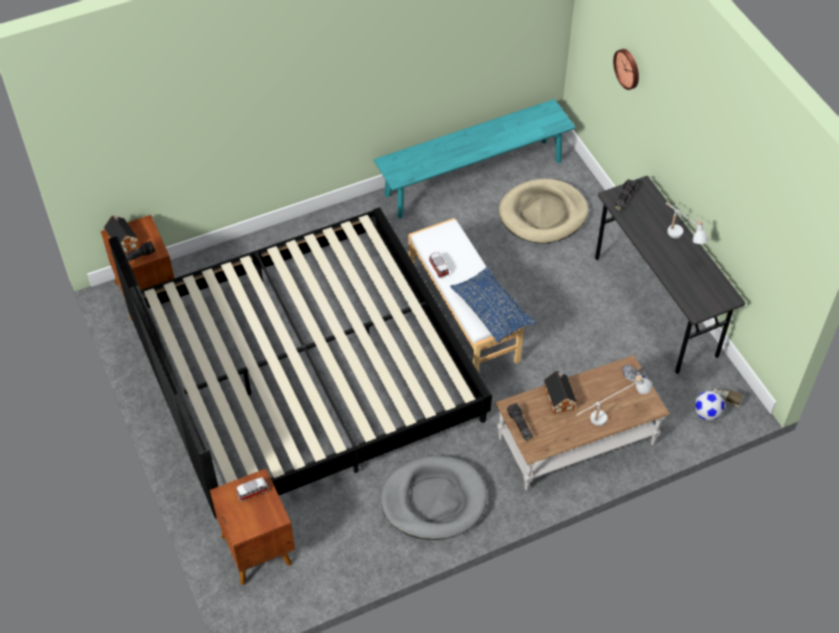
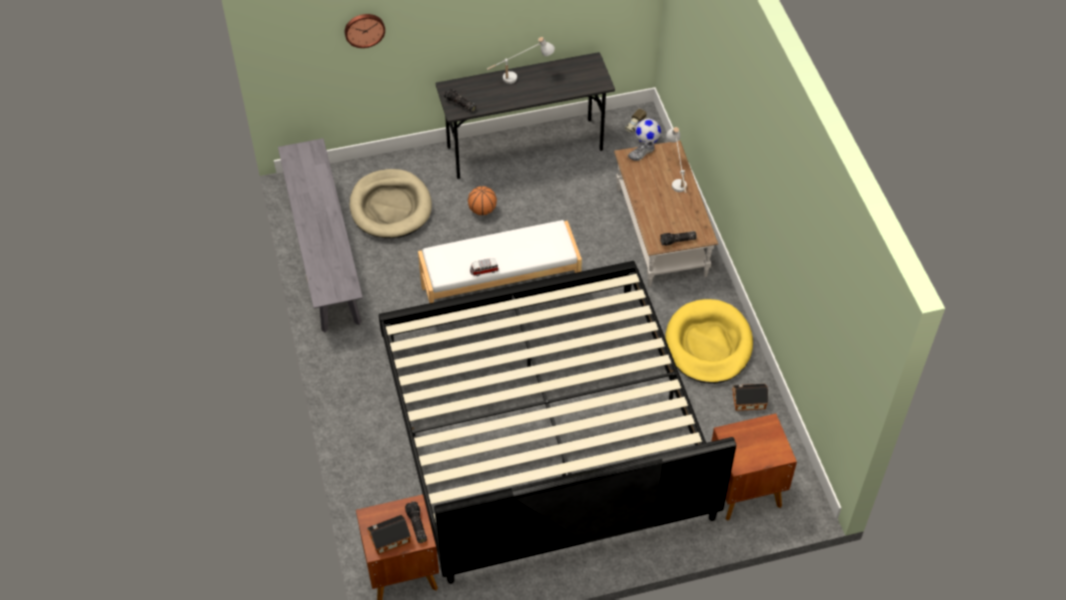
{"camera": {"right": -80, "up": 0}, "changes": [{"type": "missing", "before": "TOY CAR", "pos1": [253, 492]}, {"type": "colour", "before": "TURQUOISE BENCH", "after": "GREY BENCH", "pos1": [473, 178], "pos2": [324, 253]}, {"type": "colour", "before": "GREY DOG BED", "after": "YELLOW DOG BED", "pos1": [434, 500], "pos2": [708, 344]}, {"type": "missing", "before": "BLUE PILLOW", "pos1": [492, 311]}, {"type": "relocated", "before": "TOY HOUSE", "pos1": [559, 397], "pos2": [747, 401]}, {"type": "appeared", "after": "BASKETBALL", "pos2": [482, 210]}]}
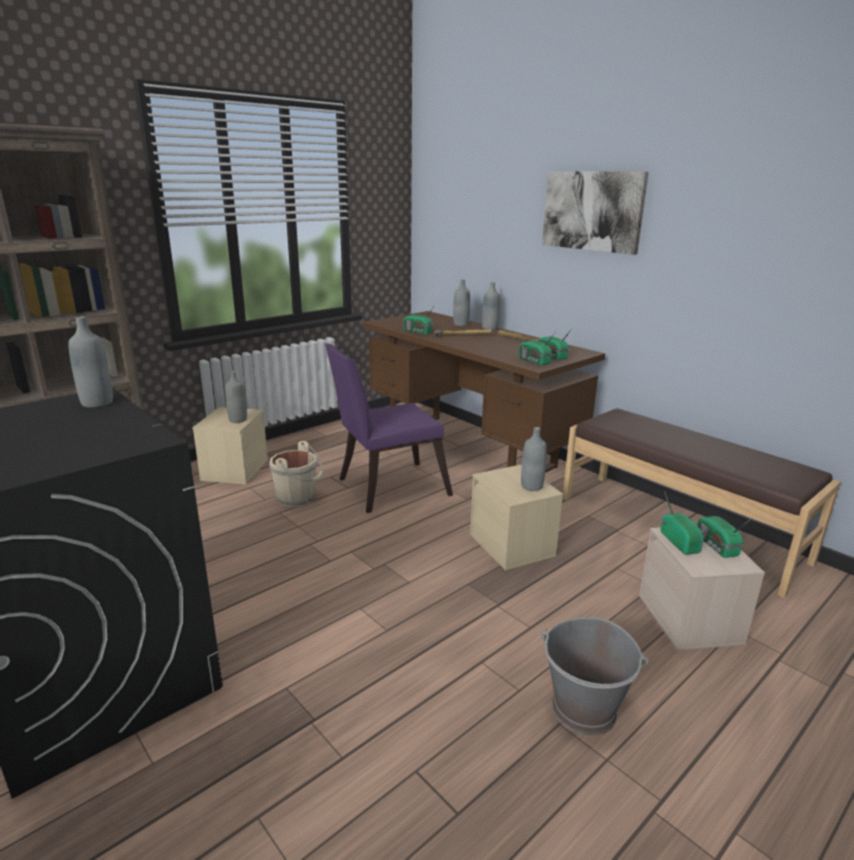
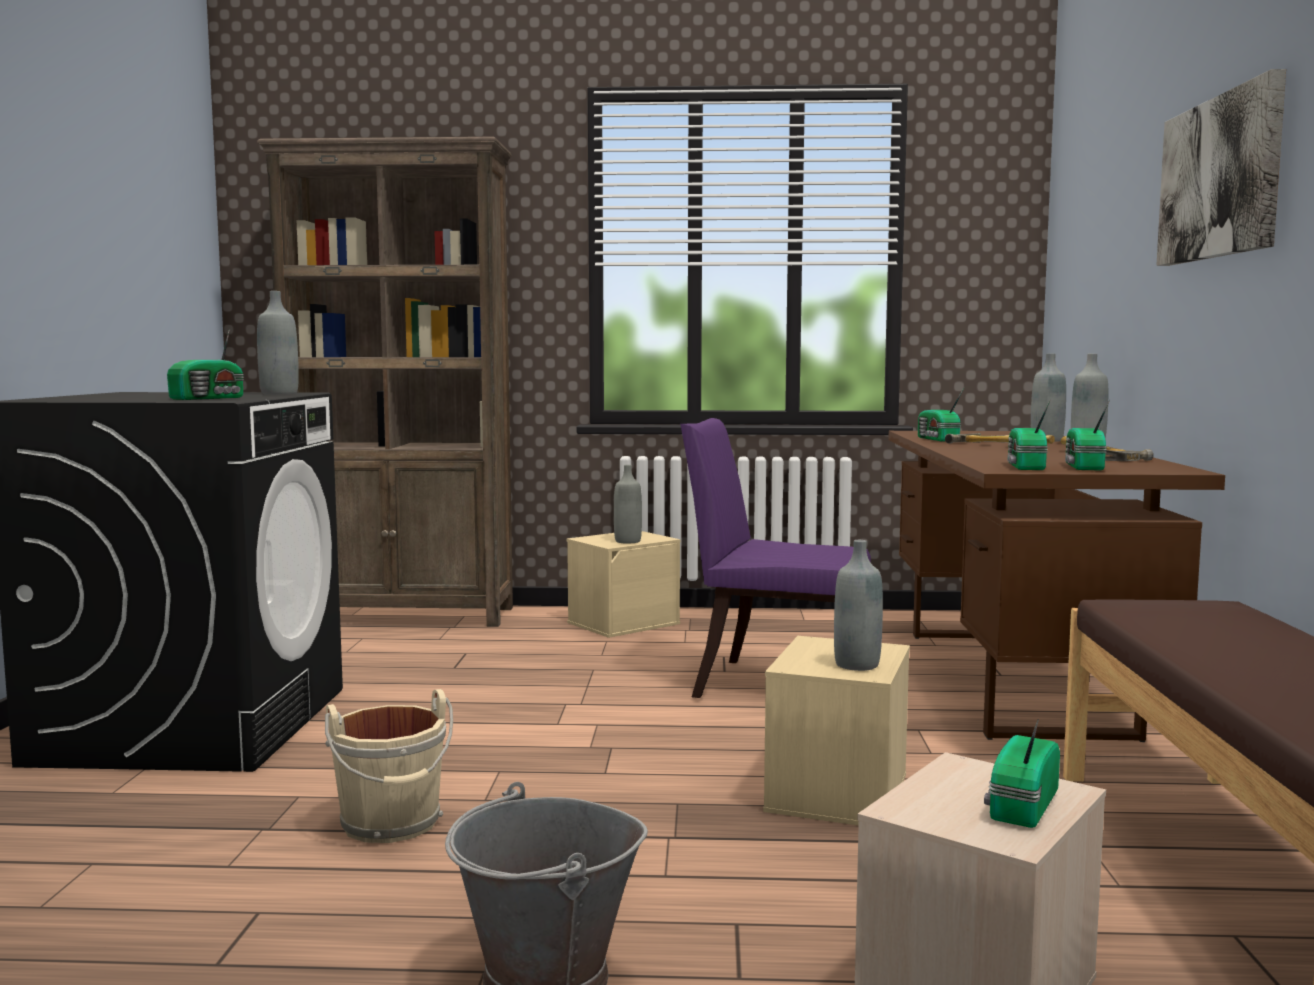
{"camera": {"right": 45, "up": -15}, "changes": [{"type": "relocated", "before": "BEIGE BUCKET", "pos1": [298, 498], "pos2": [392, 825]}, {"type": "relocated", "before": "RADIO", "pos1": [679, 541], "pos2": [210, 398]}]}
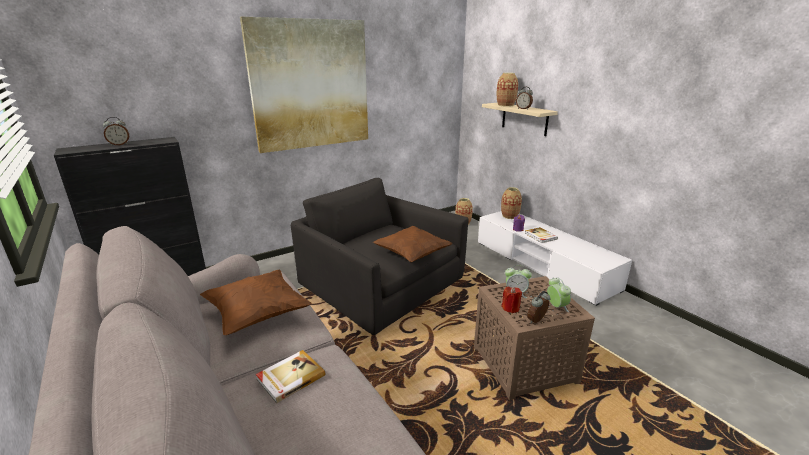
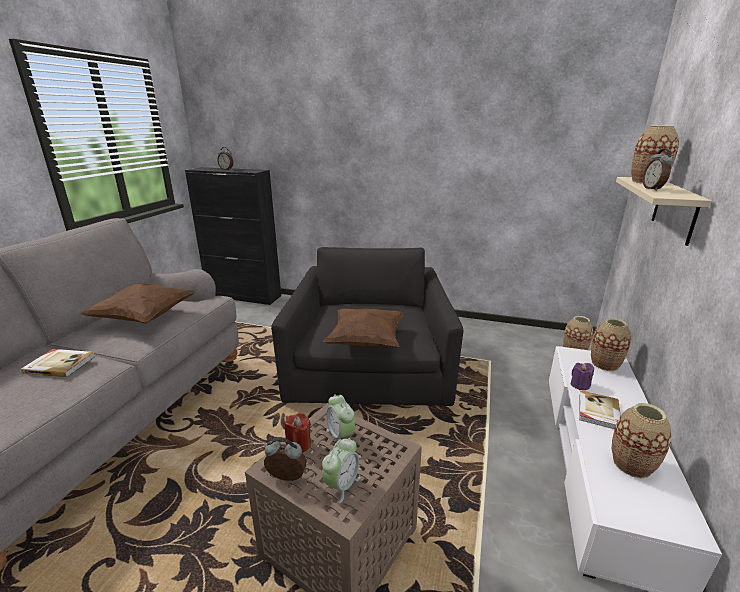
{"camera": {"right": 50, "up": 0}, "changes": [{"type": "missing", "before": "PICTURE", "pos1": [310, 85]}, {"type": "appeared", "after": "VASE", "pos2": [632, 465]}]}
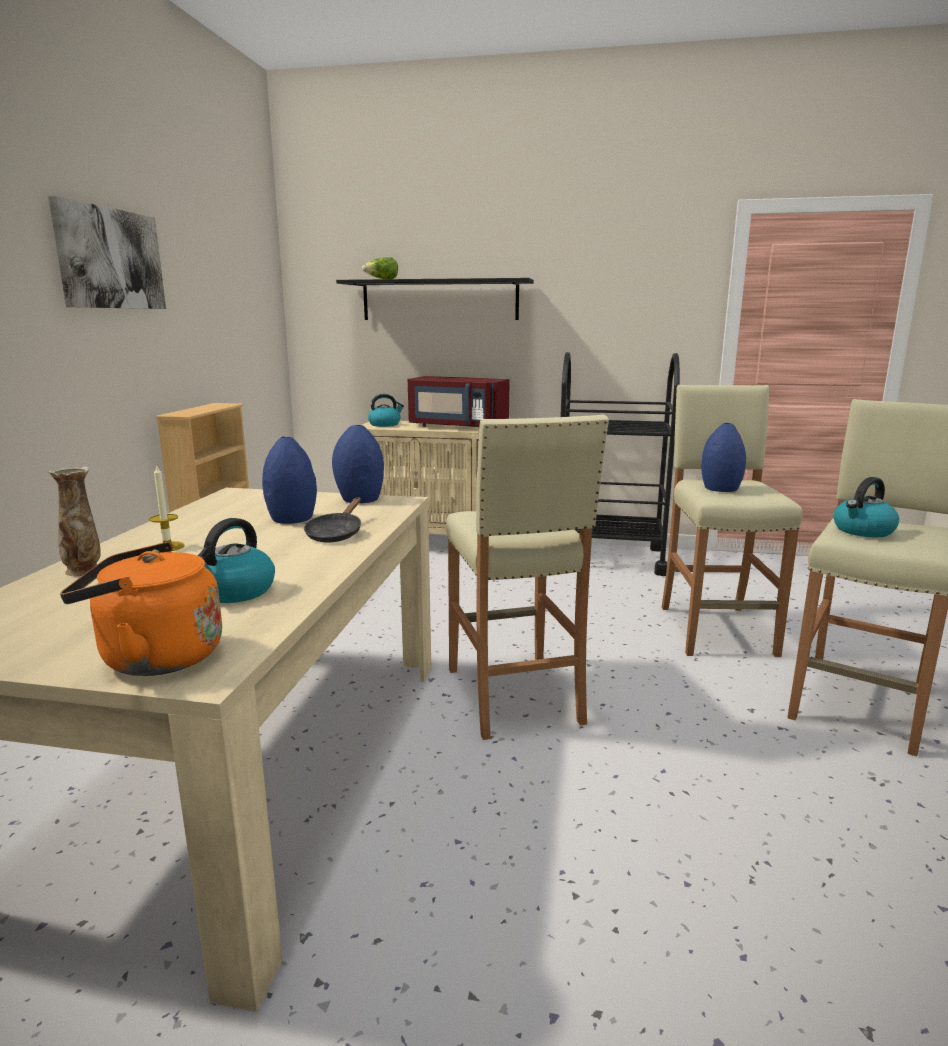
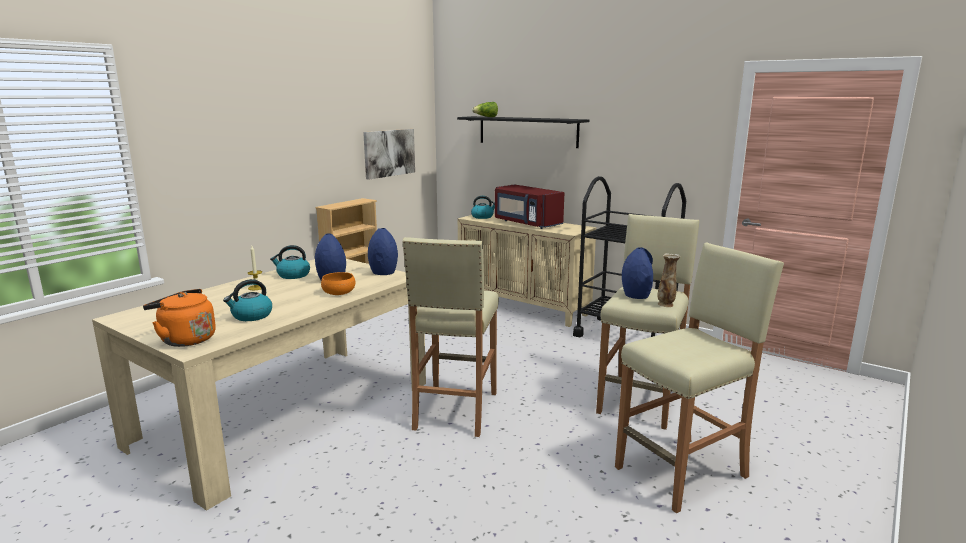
{"camera": {"right": 25, "up": 0}, "changes": [{"type": "relocated", "before": "PICTURE", "pos1": [110, 259], "pos2": [389, 153]}, {"type": "relocated", "before": "VASE", "pos1": [84, 571], "pos2": [666, 304]}, {"type": "exchanged", "before": "BLACK FRYING PAN", "after": "ORANGE BOWL", "pos1": [336, 533], "pos2": [339, 292]}, {"type": "relocated", "before": "KETTLE", "pos1": [863, 531], "pos2": [293, 275]}]}
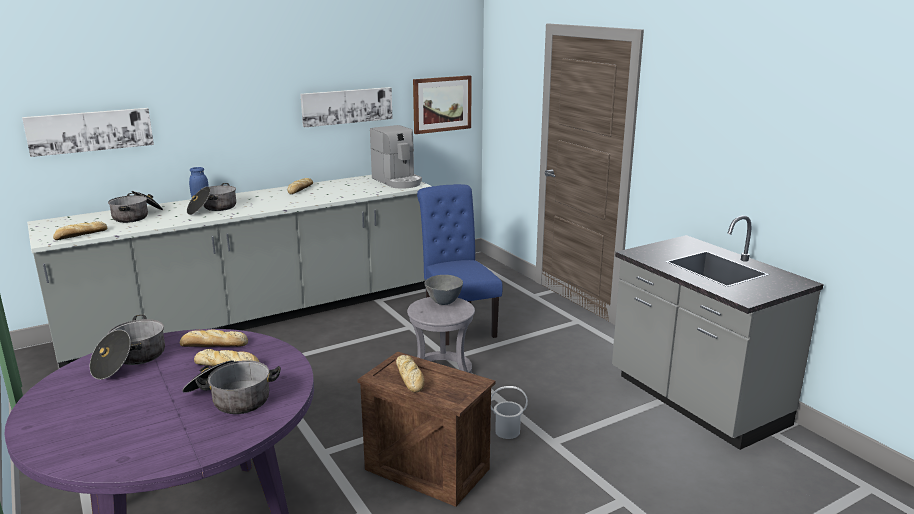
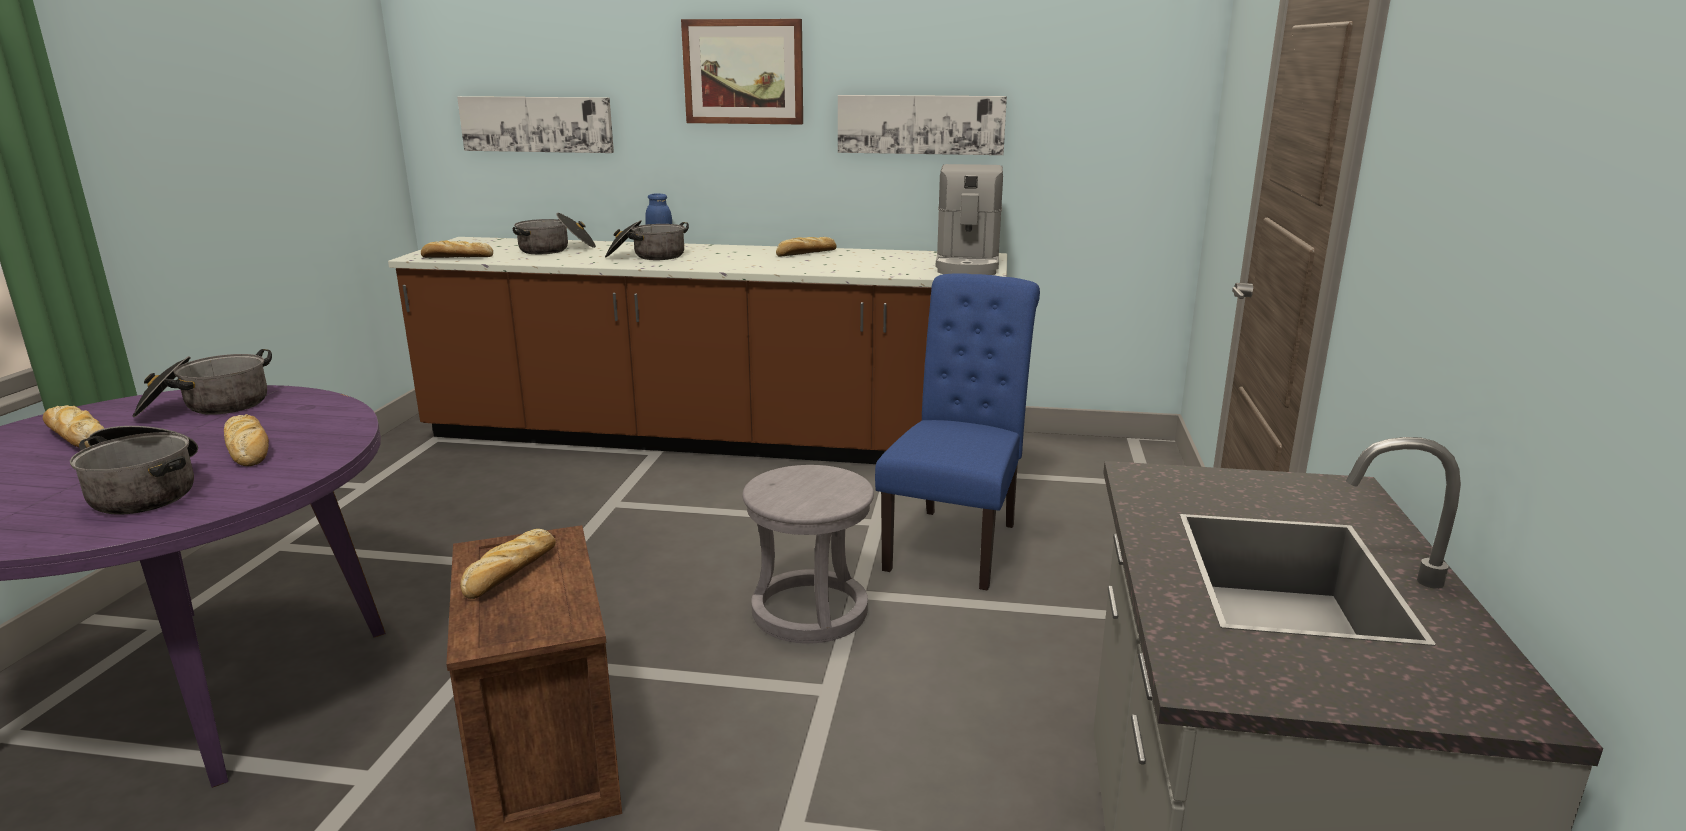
{"camera": {"right": 40, "up": 0}, "changes": [{"type": "colour", "before": "GREY COUNTER", "after": "BROWN COUNTER", "pos1": [258, 316], "pos2": [712, 439]}, {"type": "relocated", "before": "BREAD", "pos1": [213, 345], "pos2": [76, 436]}, {"type": "relocated", "before": "PICTURE", "pos1": [442, 104], "pos2": [743, 72]}, {"type": "missing", "before": "GREY BOWL", "pos1": [444, 302]}, {"type": "missing", "before": "WHITE BUCKET", "pos1": [507, 431]}]}
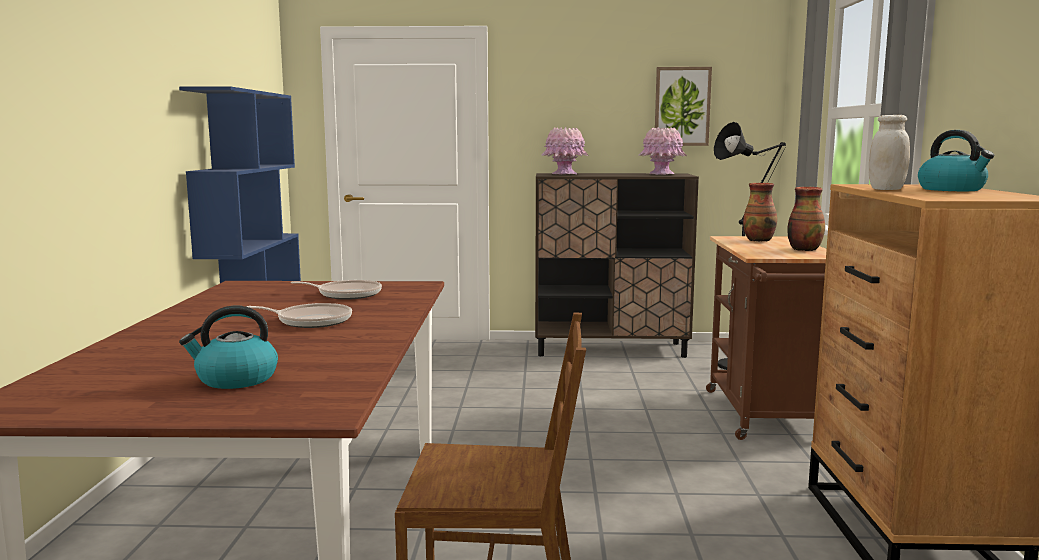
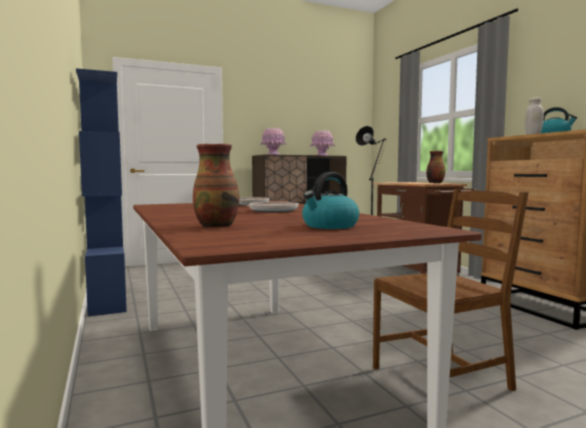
{"camera": {"right": -25, "up": -5}, "changes": [{"type": "missing", "before": "PICTURE", "pos1": [682, 106]}, {"type": "relocated", "before": "VASE", "pos1": [759, 240], "pos2": [217, 226]}]}
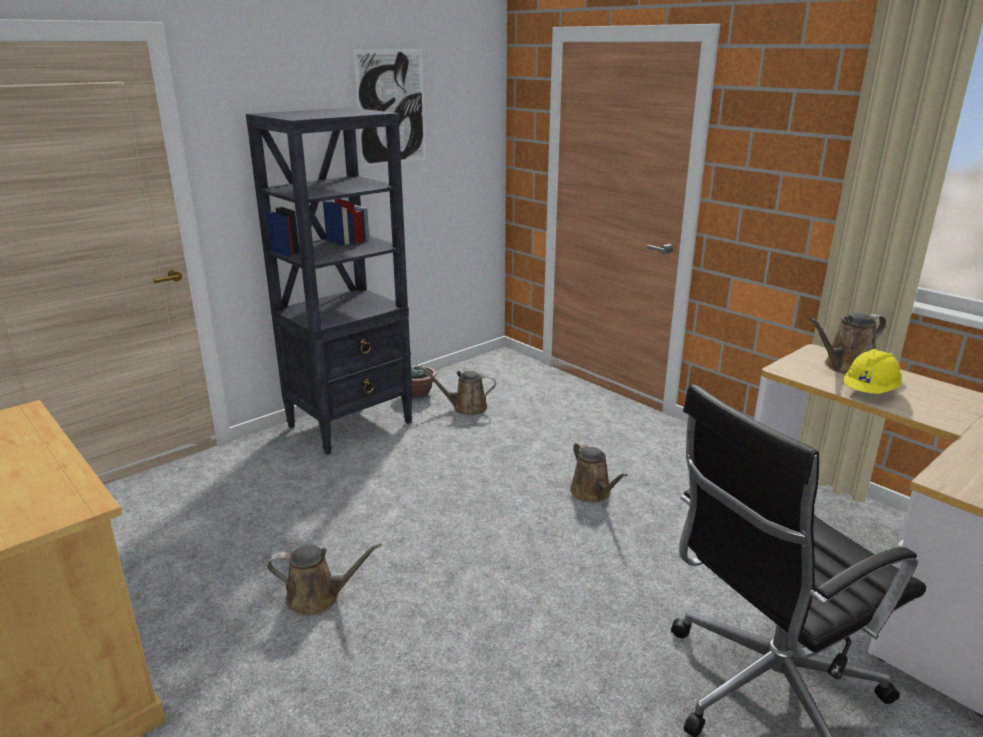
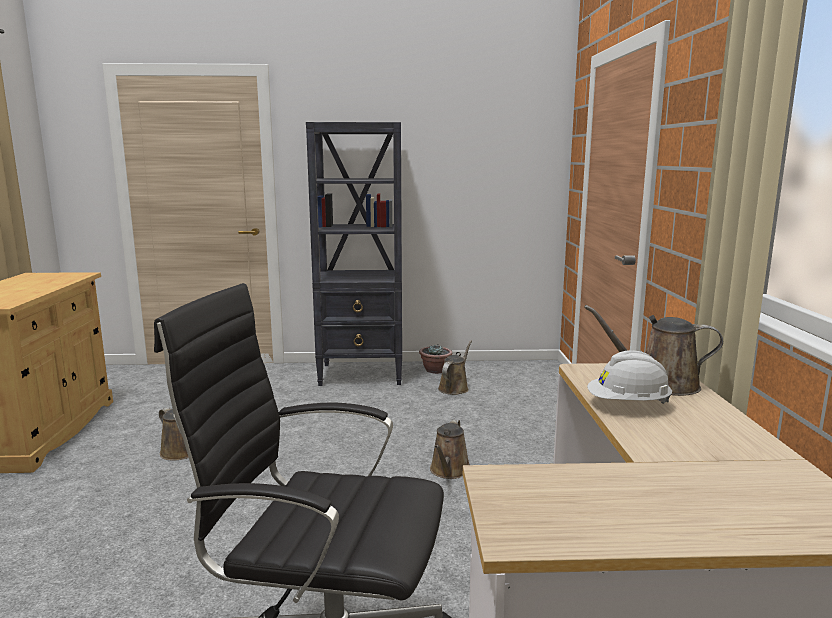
{"camera": {"right": 40, "up": -10}, "changes": [{"type": "missing", "before": "PICTURE", "pos1": [391, 107]}, {"type": "spun", "before": "BROWN WATERING CAN", "pos1": [466, 407], "pos2": [454, 388], "turn": 75}, {"type": "colour", "before": "YELLOW HARD HAT", "after": "WHITE HARD HAT", "pos1": [869, 392], "pos2": [628, 405]}]}
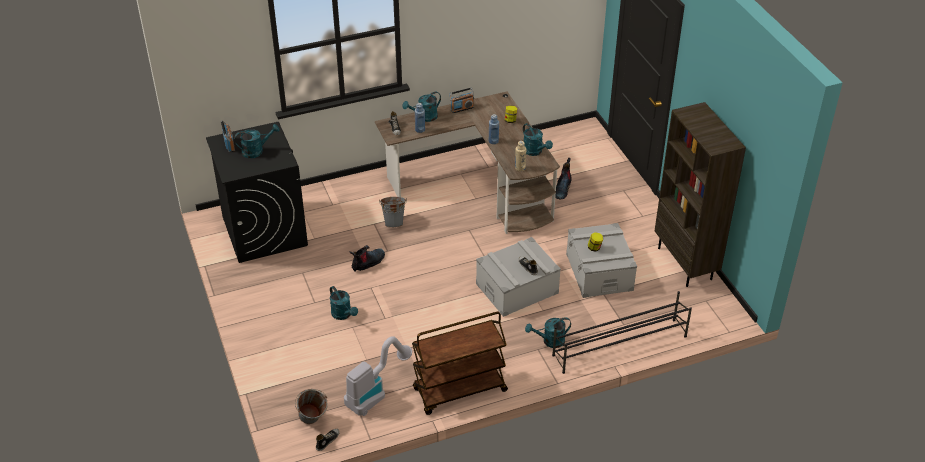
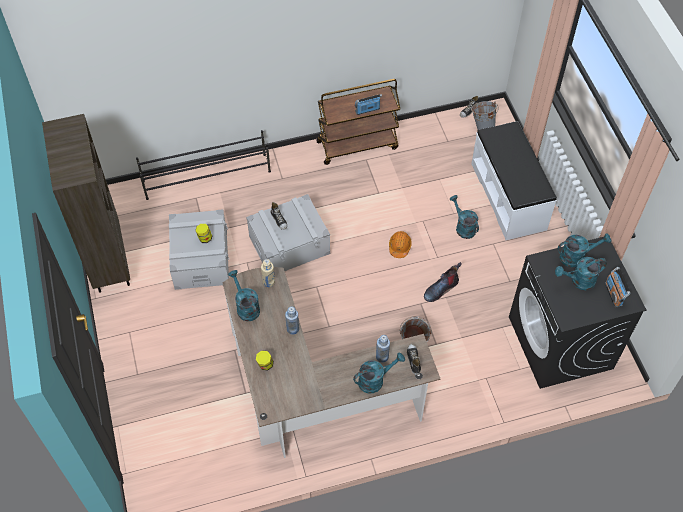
{"camera": {"right": -175, "up": 15}, "changes": [{"type": "missing", "before": "VACUUM CLEANER", "pos1": [375, 392]}, {"type": "relocated", "before": "RADIO", "pos1": [462, 108], "pos2": [367, 110]}, {"type": "relocated", "before": "TURQUOISE WATERING CAN", "pos1": [549, 341], "pos2": [576, 256]}, {"type": "missing", "before": "BOOT", "pos1": [562, 188]}, {"type": "appeared", "after": "ORANGE HARD HAT", "pos2": [399, 246]}, {"type": "appeared", "after": "WHITE BENCH", "pos2": [509, 196]}]}
